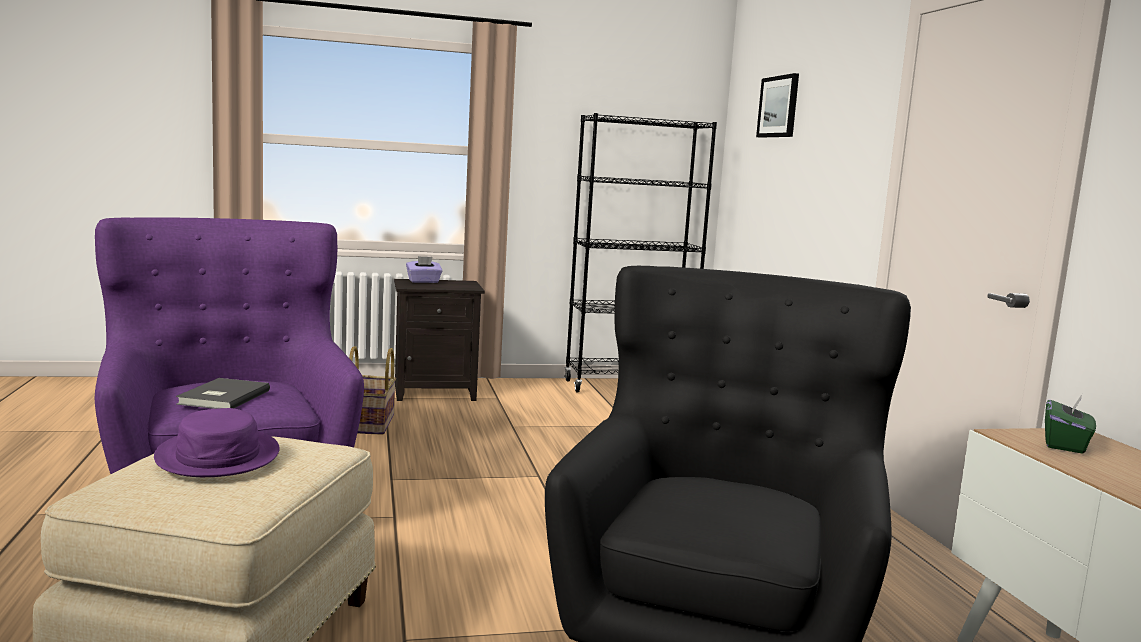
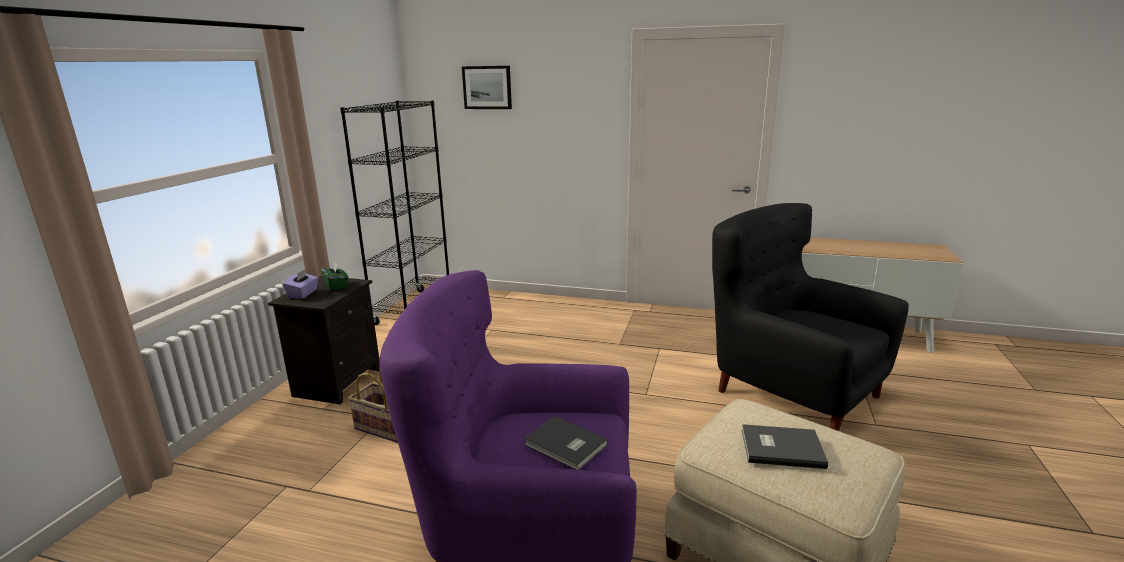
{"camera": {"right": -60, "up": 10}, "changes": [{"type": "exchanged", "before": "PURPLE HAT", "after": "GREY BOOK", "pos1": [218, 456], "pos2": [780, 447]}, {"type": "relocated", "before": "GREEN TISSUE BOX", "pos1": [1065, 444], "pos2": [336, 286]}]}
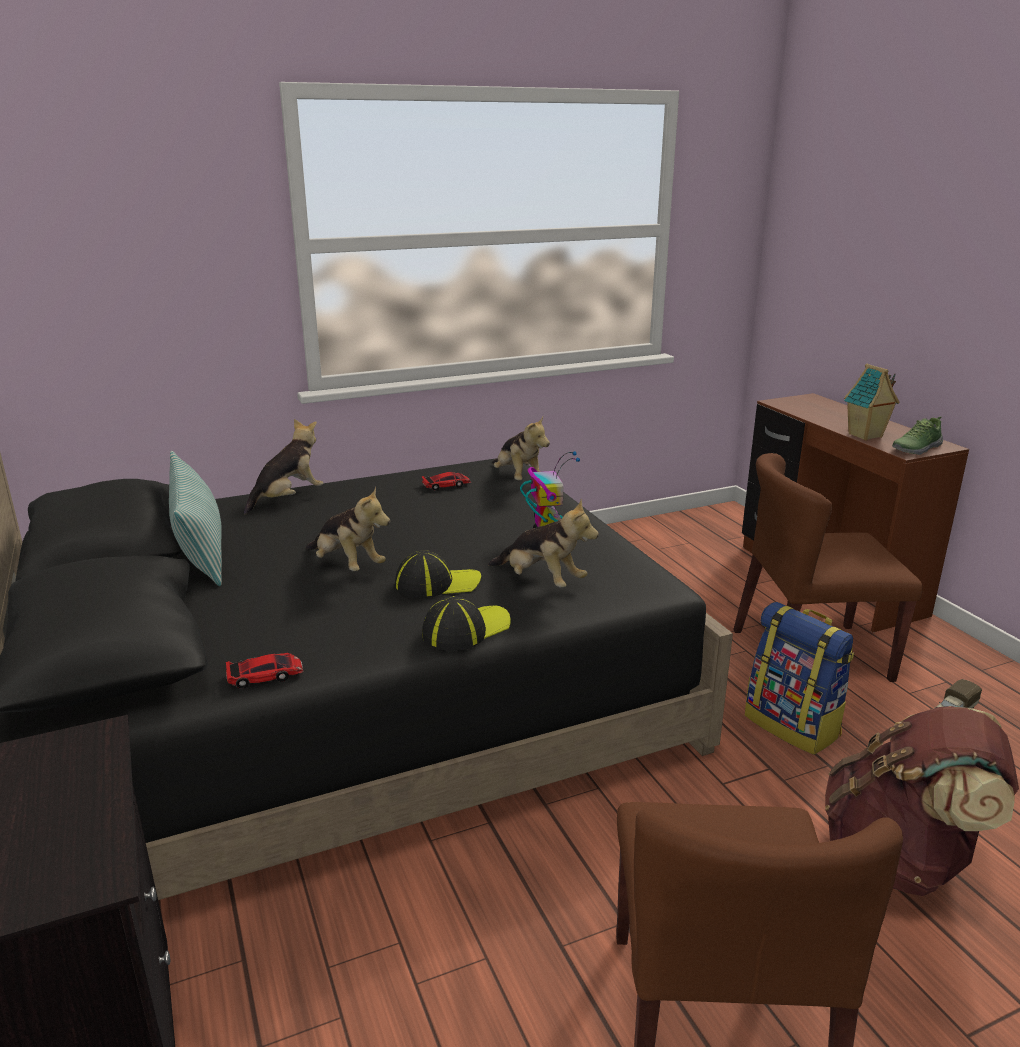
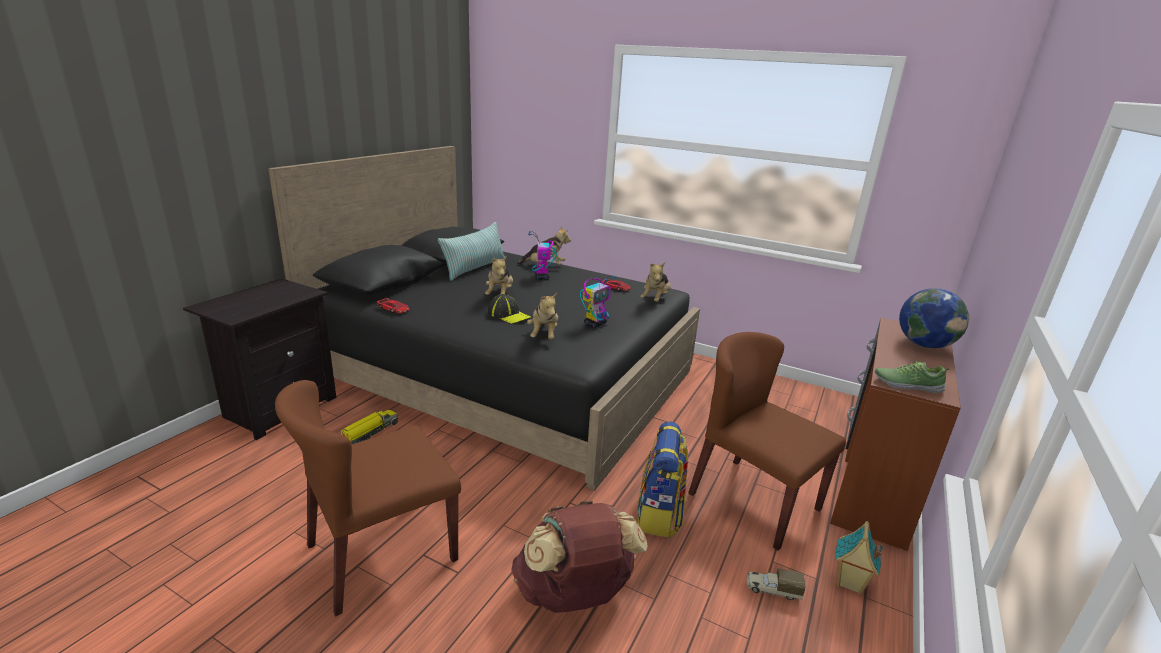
{"camera": {"right": 50, "up": 0}, "changes": [{"type": "missing", "before": "CAP", "pos1": [465, 629]}, {"type": "relocated", "before": "TOY HOUSE", "pos1": [865, 436], "pos2": [849, 583]}, {"type": "appeared", "after": "TOY TRUCK", "pos2": [369, 433]}, {"type": "appeared", "after": "TOY ROBOT", "pos2": [542, 277]}, {"type": "appeared", "after": "GLOBE", "pos2": [924, 345]}]}
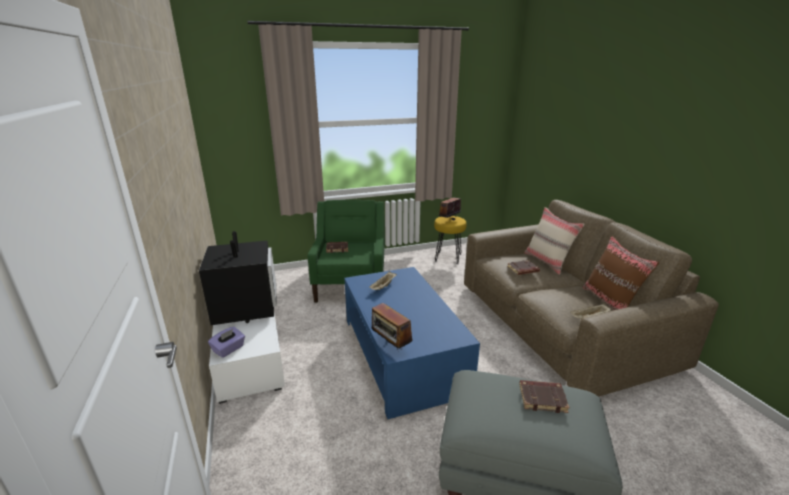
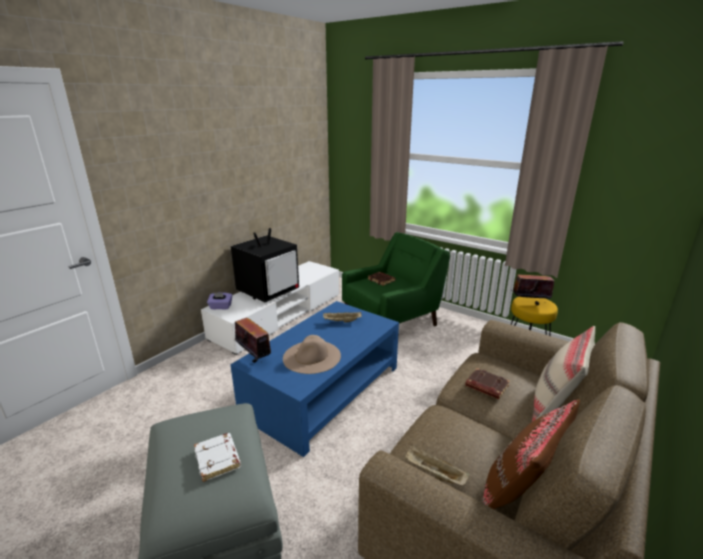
{"camera": {"right": 55, "up": 0}, "changes": [{"type": "spun", "before": "RADIO", "pos1": [390, 346], "pos2": [254, 357], "turn": 120}, {"type": "colour", "before": "BROWN BOOK", "after": "WHITE BOOK", "pos1": [542, 398], "pos2": [218, 459]}, {"type": "appeared", "after": "BEIGE HAT", "pos2": [312, 356]}]}
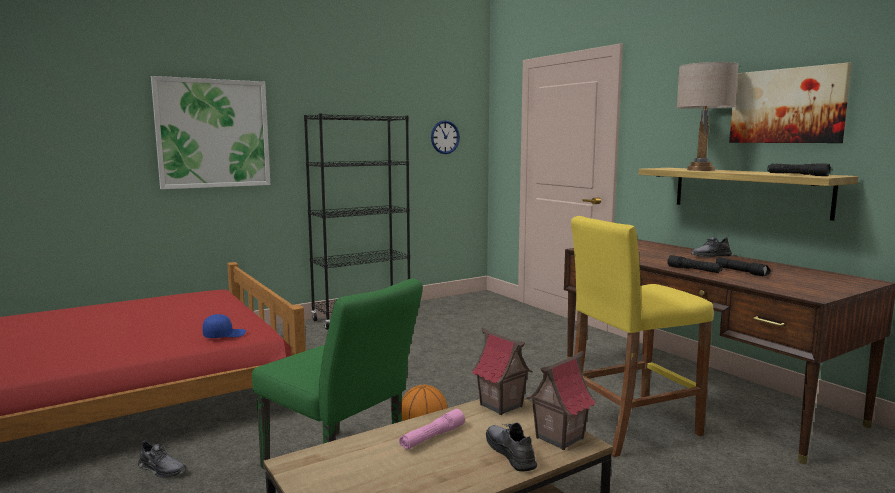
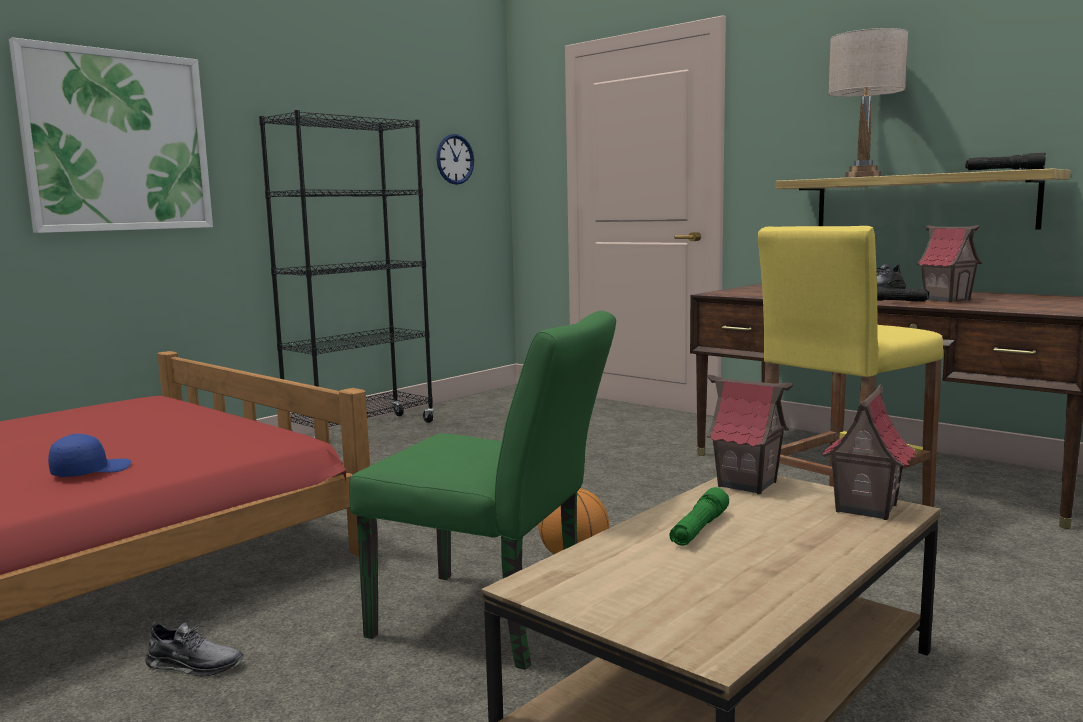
{"camera": {"right": -15, "up": 0}, "changes": [{"type": "relocated", "before": "BLUE CAP", "pos1": [224, 335], "pos2": [91, 471]}, {"type": "colour", "before": "PINK FLASHLIGHT", "after": "GREEN FLASHLIGHT", "pos1": [432, 437], "pos2": [699, 529]}, {"type": "missing", "before": "GREY SHOE", "pos1": [510, 453]}, {"type": "exchanged", "before": "BLACK FLASHLIGHT", "after": "TOY HOUSE", "pos1": [741, 272], "pos2": [947, 300]}, {"type": "missing", "before": "PICTURE", "pos1": [787, 106]}]}
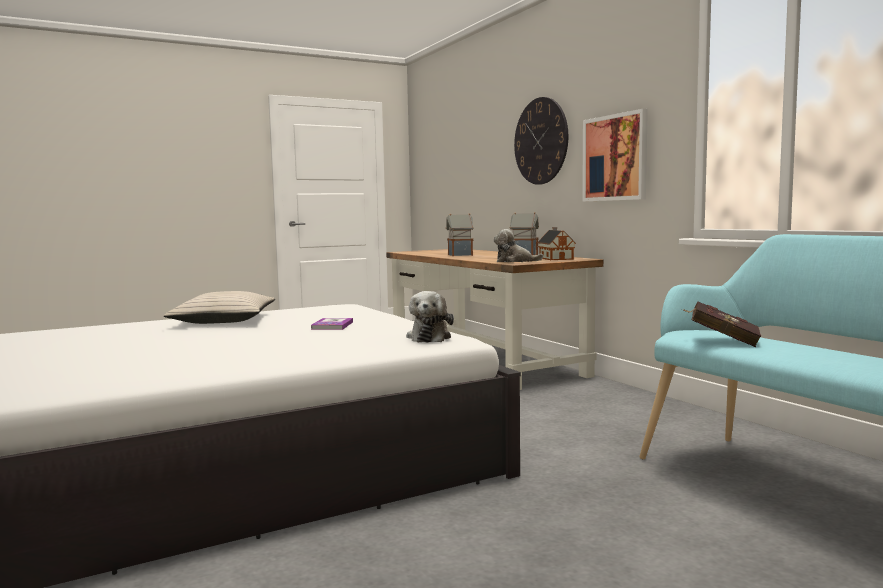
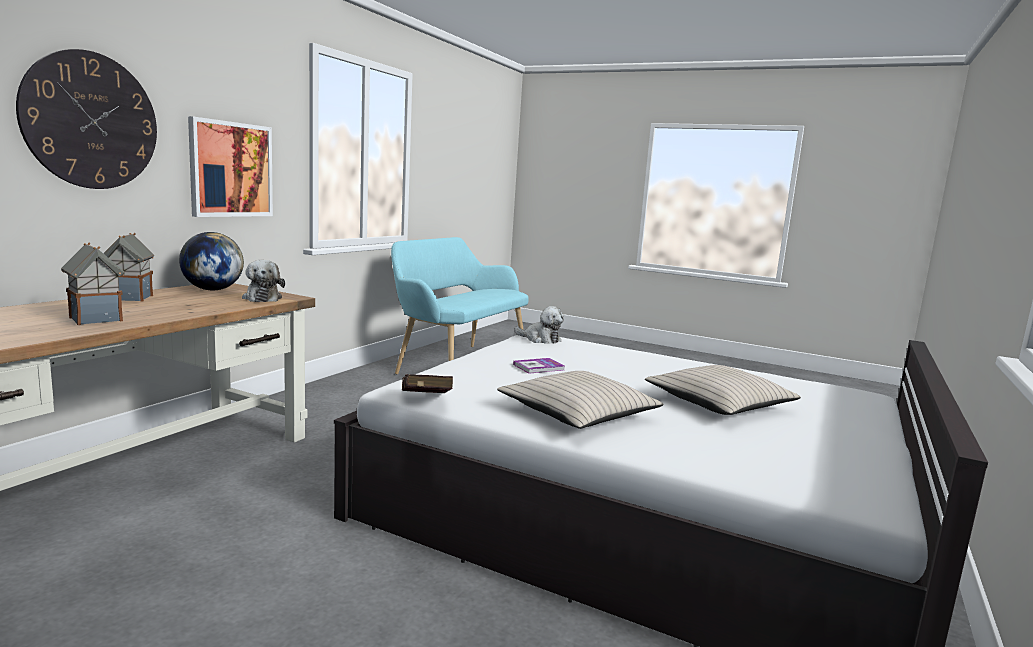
{"camera": {"right": -125, "up": 5}, "changes": [{"type": "spun", "before": "PLUSH TOY", "pos1": [429, 337], "pos2": [540, 339], "turn": 60}, {"type": "exchanged", "before": "TOY HOUSE", "after": "GLOBE", "pos1": [556, 258], "pos2": [212, 290]}, {"type": "relocated", "before": "RED BOOK", "pos1": [721, 341], "pos2": [425, 402]}, {"type": "appeared", "after": "BEIGE PILLOW", "pos2": [720, 403]}]}
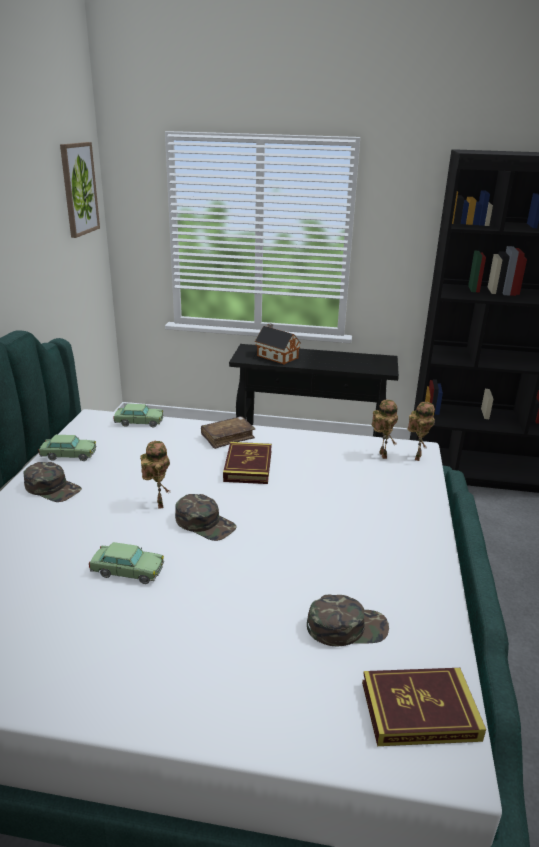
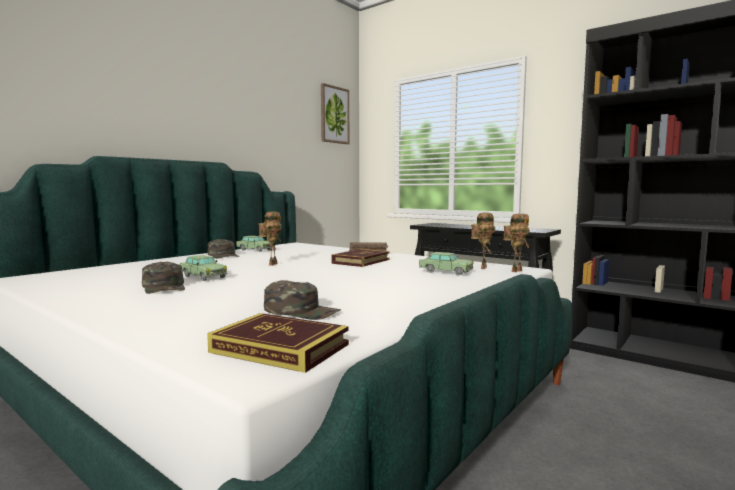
{"camera": {"right": 30, "up": -20}, "changes": [{"type": "relocated", "before": "TOY CAR", "pos1": [139, 422], "pos2": [445, 272]}, {"type": "relocated", "before": "GREEN CAP", "pos1": [205, 523], "pos2": [164, 287]}, {"type": "missing", "before": "TOY HOUSE", "pos1": [276, 356]}]}
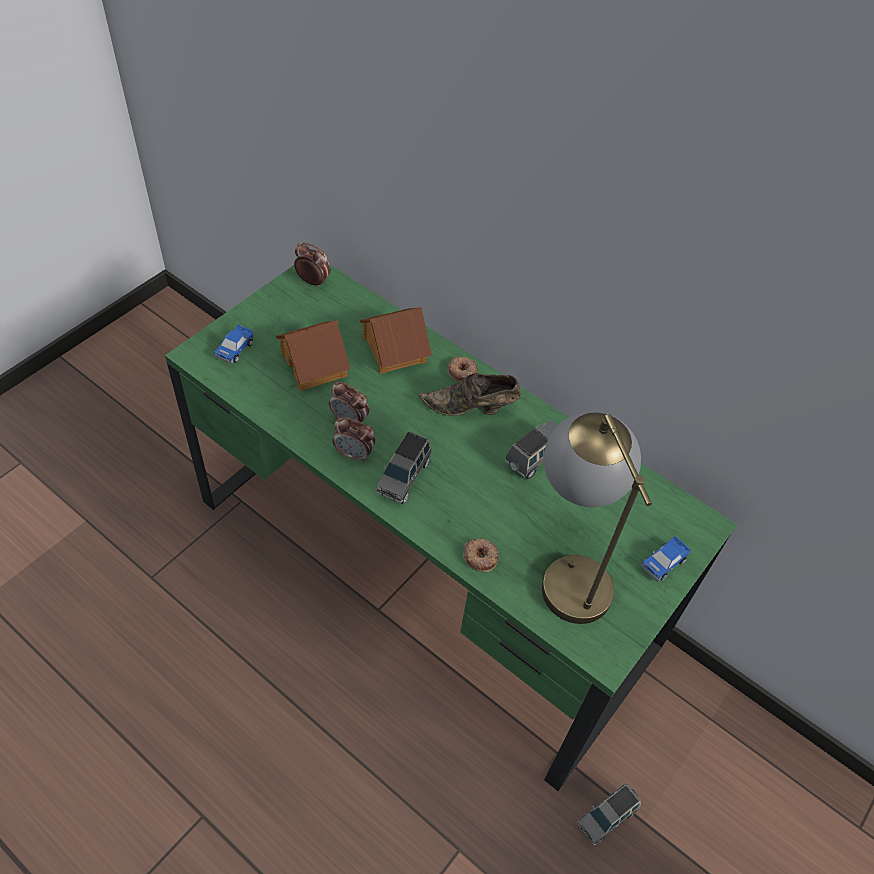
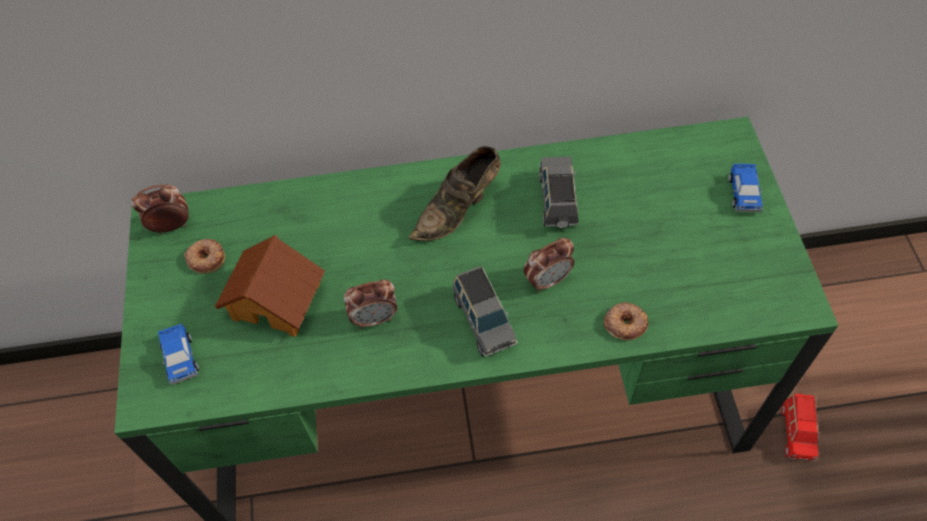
{"camera": {"right": -40, "up": 5}, "changes": [{"type": "relocated", "before": "ALARM CLOCK", "pos1": [354, 454], "pos2": [547, 280]}, {"type": "missing", "before": "TOY HOUSE", "pos1": [393, 349]}, {"type": "relocated", "before": "DONUT", "pos1": [462, 371], "pos2": [206, 258]}, {"type": "missing", "before": "TABLE LAMP", "pos1": [566, 568]}, {"type": "colour", "before": "GREY TOY CAR", "after": "RED TOY CAR", "pos1": [607, 817], "pos2": [796, 432]}]}
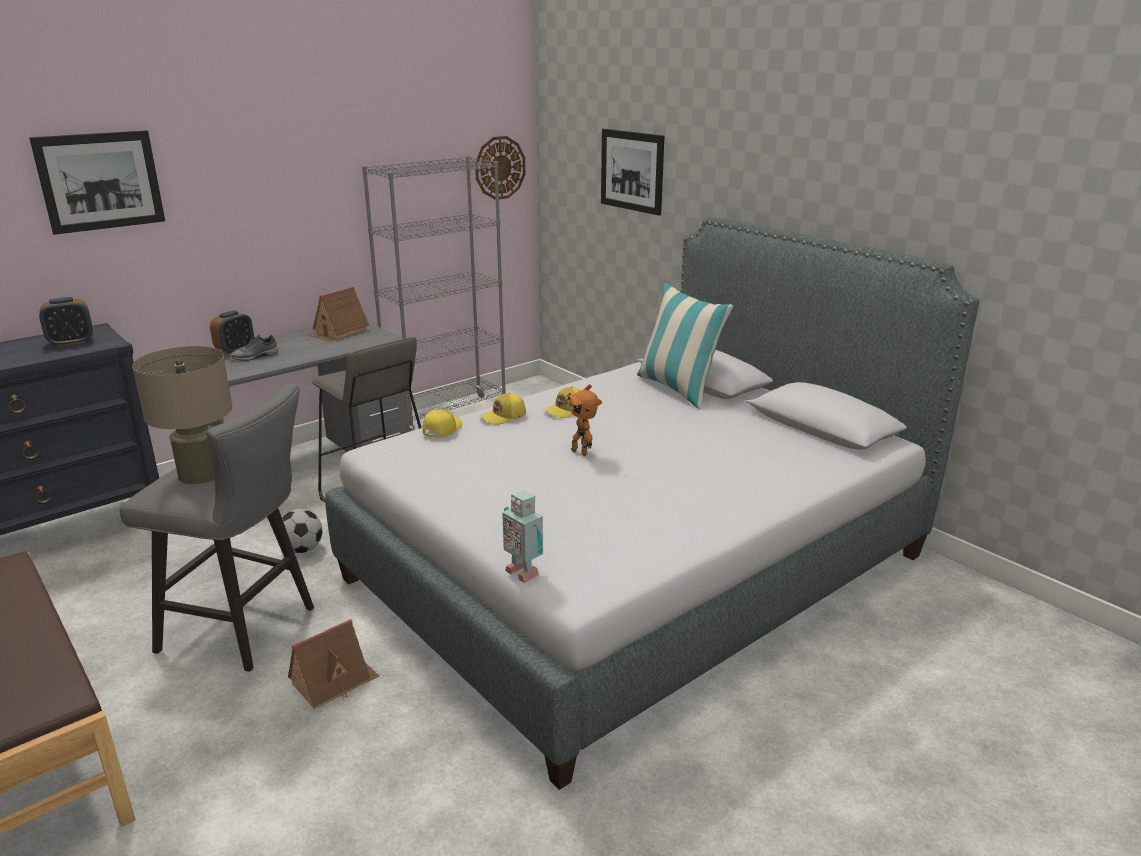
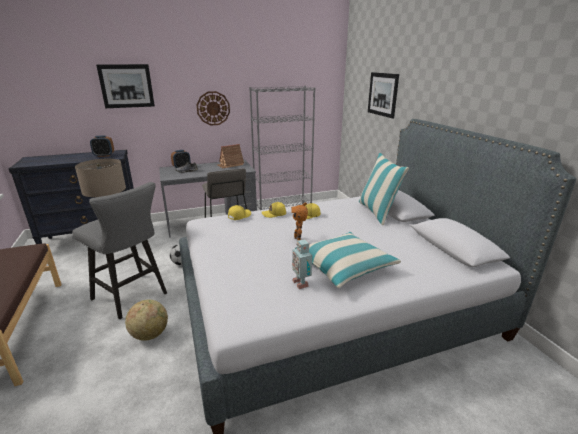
{"camera": {"right": 20, "up": 0}, "changes": [{"type": "exchanged", "before": "TOY HOUSE", "after": "GLOBE", "pos1": [334, 681], "pos2": [150, 334]}, {"type": "relocated", "before": "WALL CLOCK", "pos1": [500, 168], "pos2": [213, 108]}, {"type": "relocated", "before": "TOY ROBOT", "pos1": [523, 572], "pos2": [301, 283]}, {"type": "appeared", "after": "PILLOW", "pos2": [344, 267]}]}
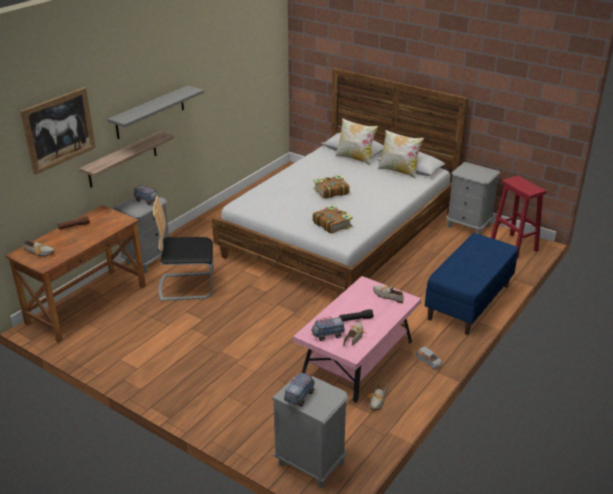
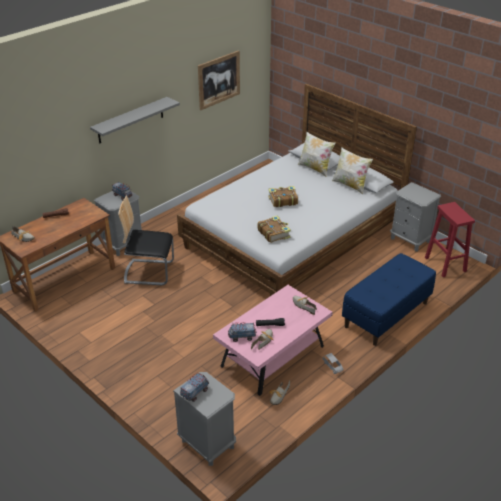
{"camera": {"right": 10, "up": 5}, "changes": [{"type": "relocated", "before": "PICTURE", "pos1": [59, 130], "pos2": [219, 80]}, {"type": "missing", "before": "SHELF", "pos1": [122, 159]}]}
